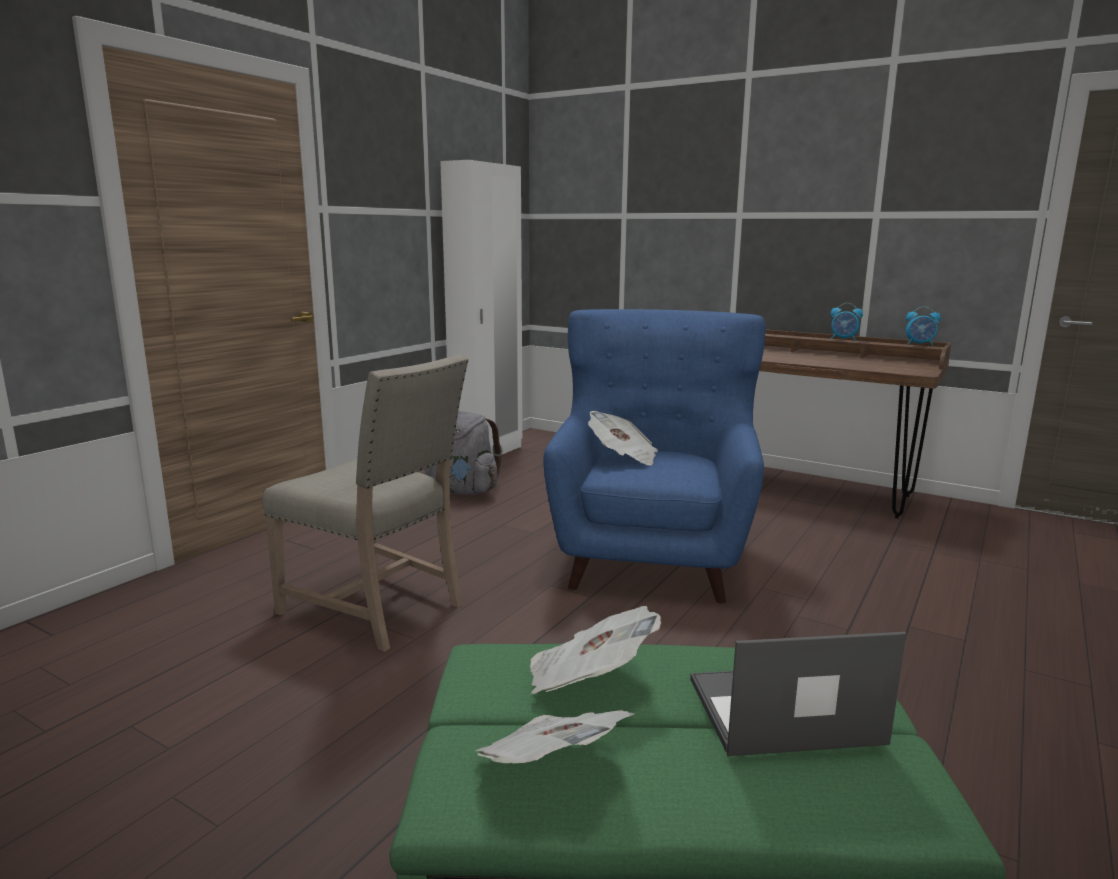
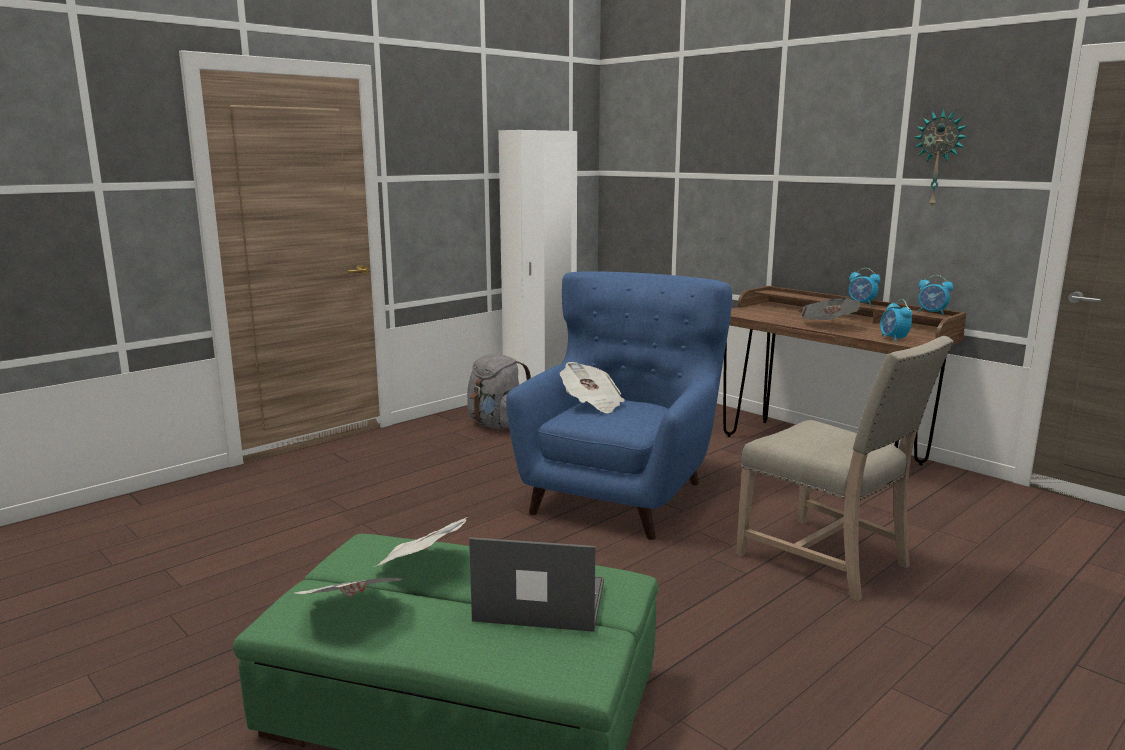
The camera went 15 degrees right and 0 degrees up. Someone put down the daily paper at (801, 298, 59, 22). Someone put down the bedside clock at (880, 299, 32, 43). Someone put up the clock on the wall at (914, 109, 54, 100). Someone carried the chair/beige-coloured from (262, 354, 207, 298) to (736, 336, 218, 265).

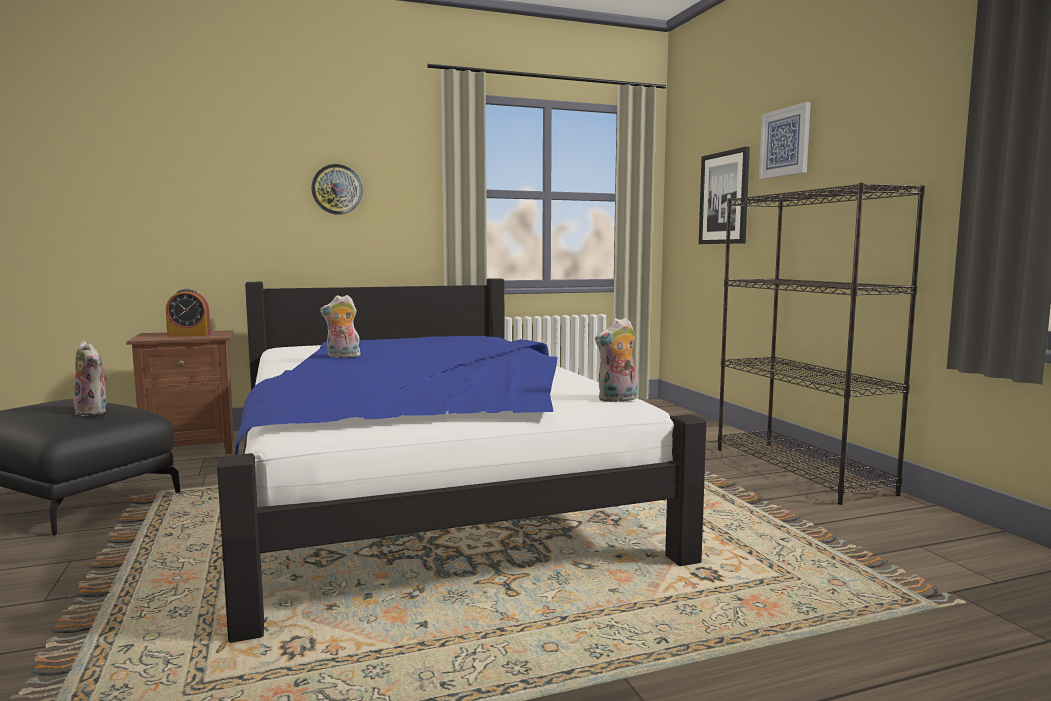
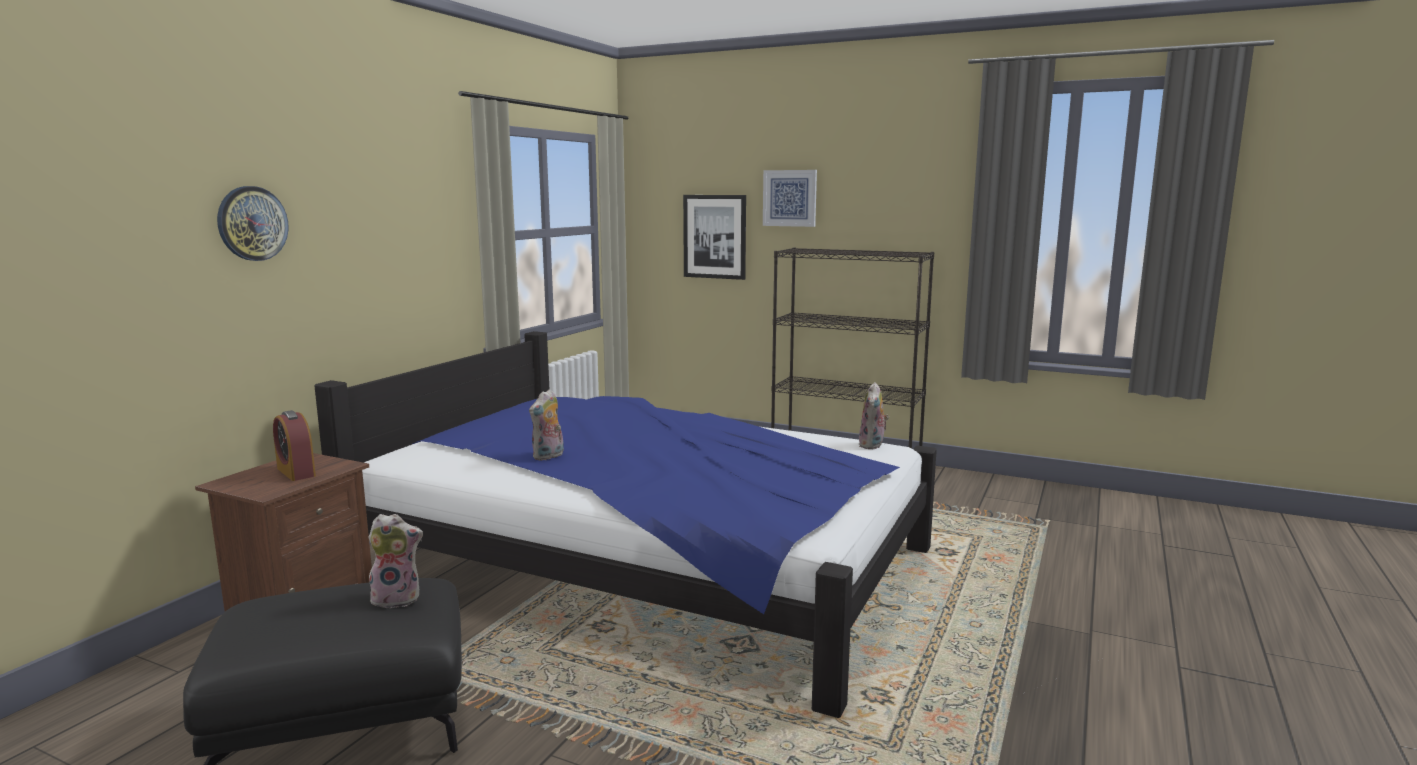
The camera went 45 degrees left and 5 degrees up. Someone carried the clock on the wall from (311, 164, 52, 51) to (217, 186, 71, 75). Someone rotated the bedside clock at (166, 289, 45, 48) by 105 degrees clockwise.

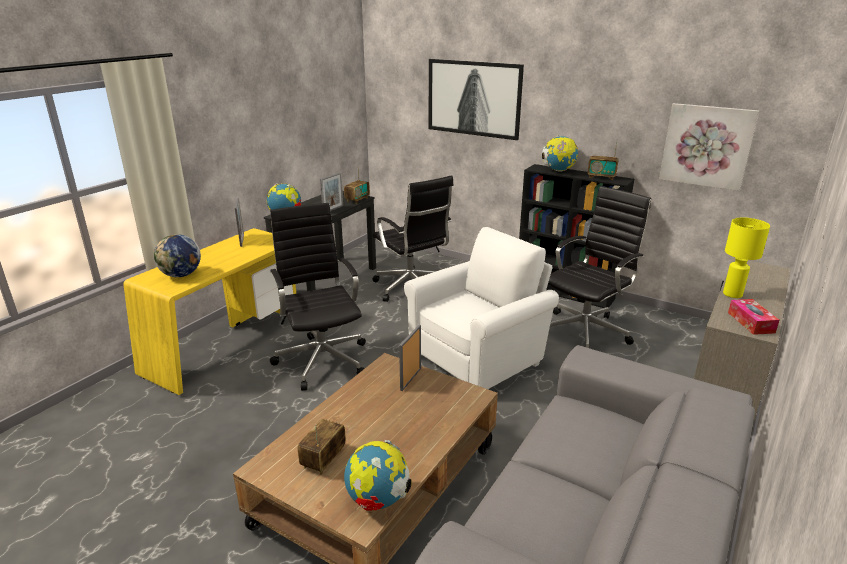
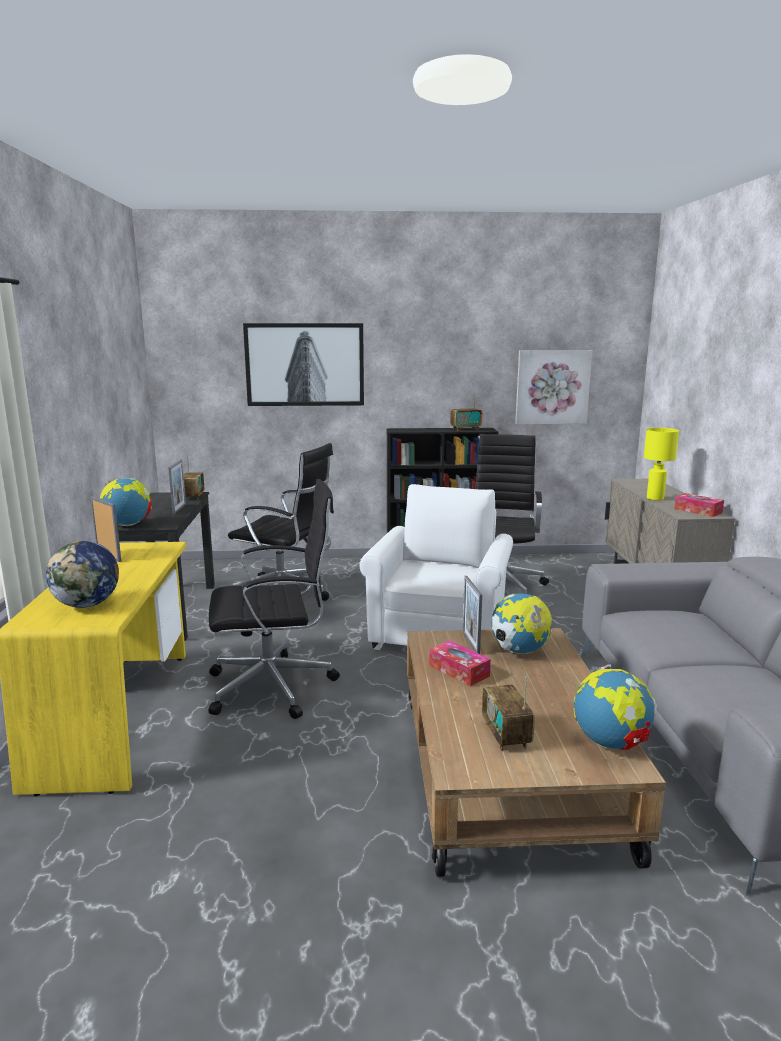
The camera went 35 degrees left and 10 degrees down. Someone put down the tissue box at (429, 640, 62, 46). Someone carried the world globe from (542, 136, 36, 36) to (491, 593, 61, 61). Someone rotated the desk chair/black-coloured at (270, 203, 96, 188) by 135 degrees clockwise.

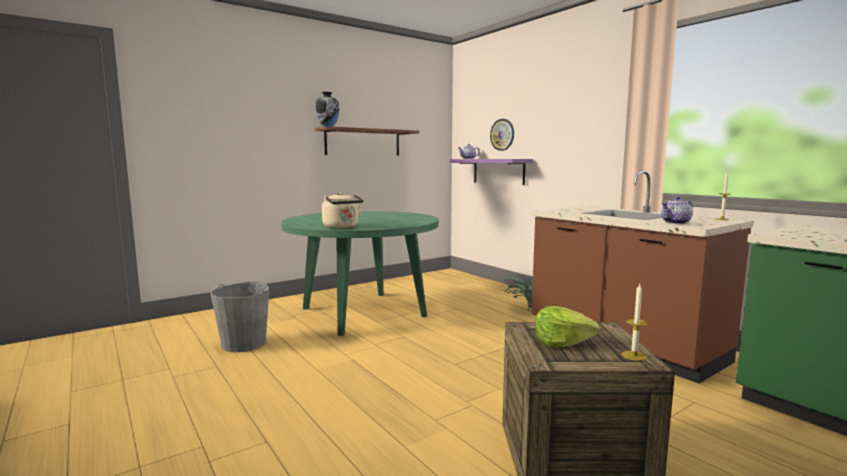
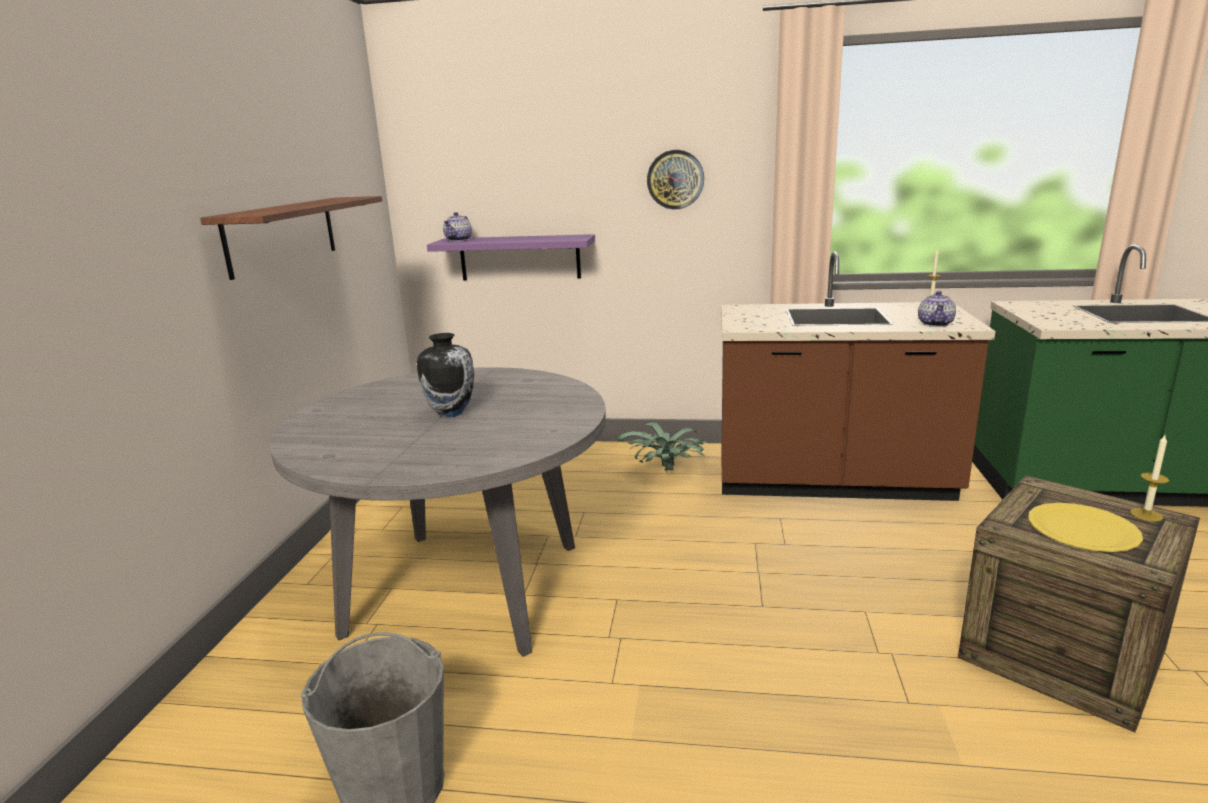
The camera went 45 degrees left and 10 degrees up. Someone took away the kettle/beige-coloured at (322, 192, 42, 37). Someone carried the vase from (316, 92, 23, 35) to (417, 333, 57, 84). Someone carried the clock on the wall from (490, 119, 24, 32) to (647, 150, 57, 59). Someone swapped the head of lettuce at (535, 306, 65, 41) for the plate/yellowish at (1028, 503, 115, 49). Someone repainted the dinner table/green-coloured at (281, 211, 158, 125), which became the dinner table/grey at (270, 367, 336, 290).

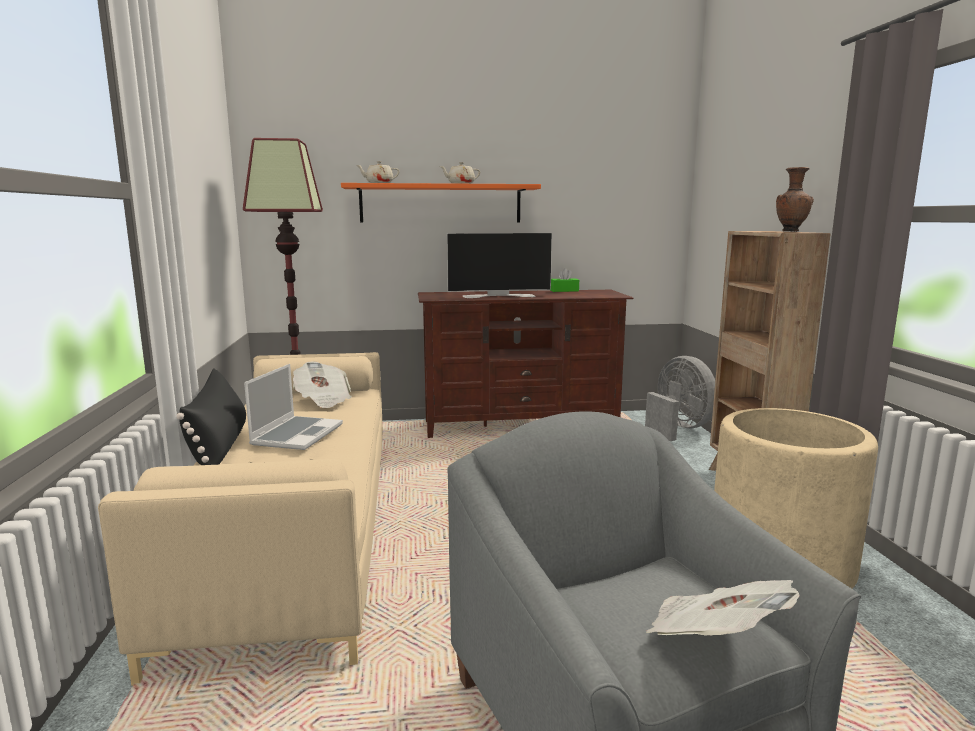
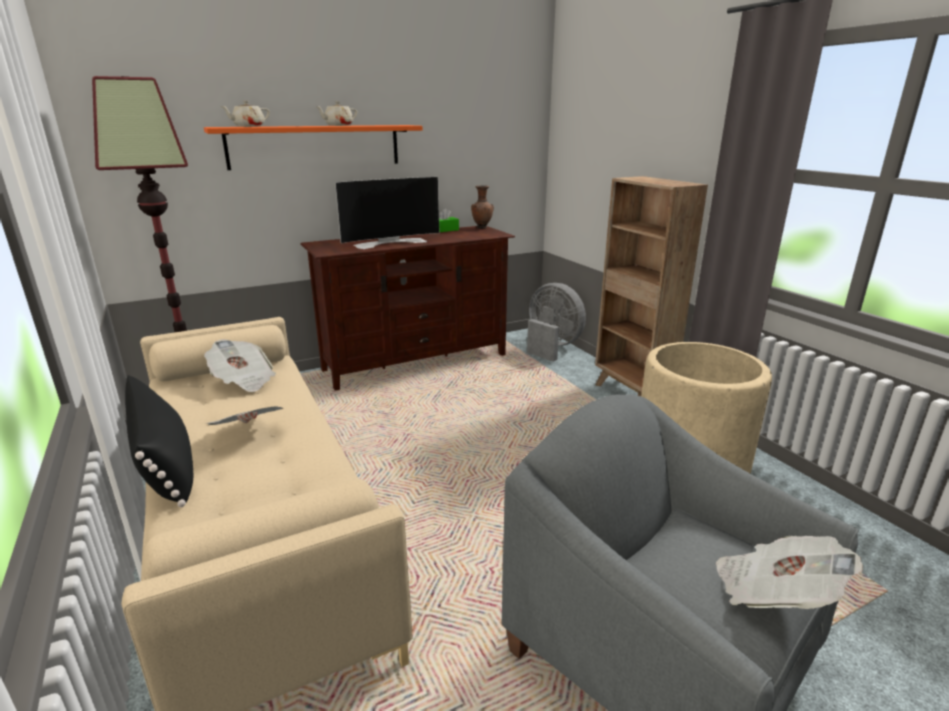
The camera went 20 degrees left and 10 degrees up. Someone carried the vase/brown-coloured from (776, 167, 38, 65) to (471, 185, 23, 44). Someone swapped the notebook computer at (244, 364, 99, 86) for the daily paper at (205, 406, 78, 19).

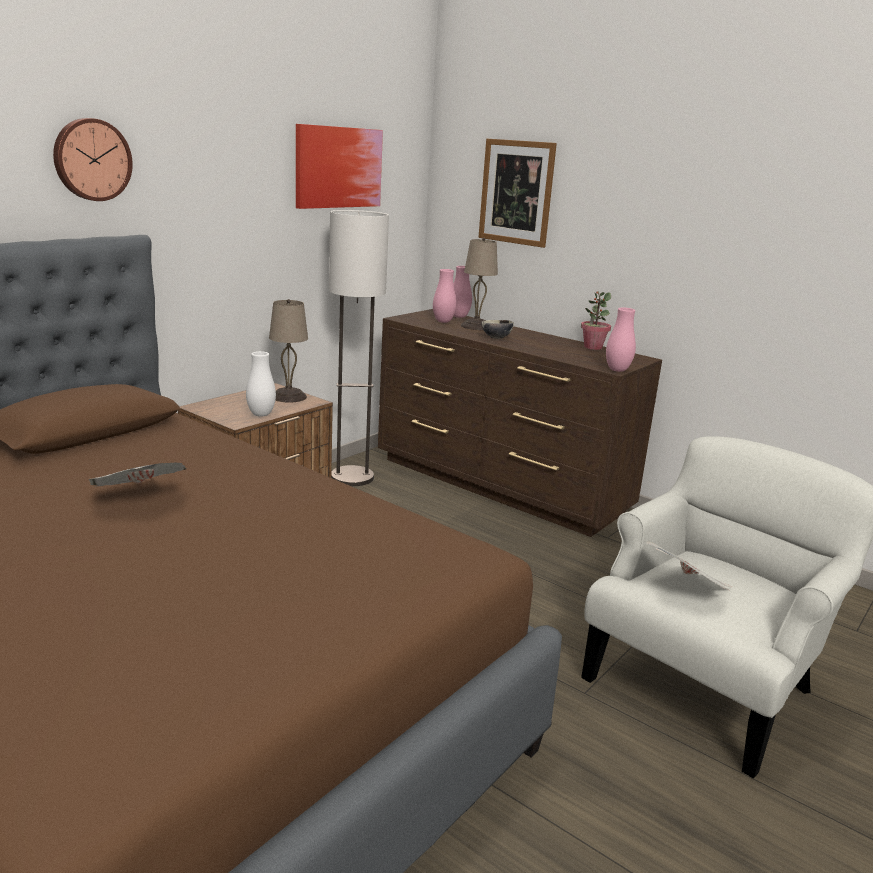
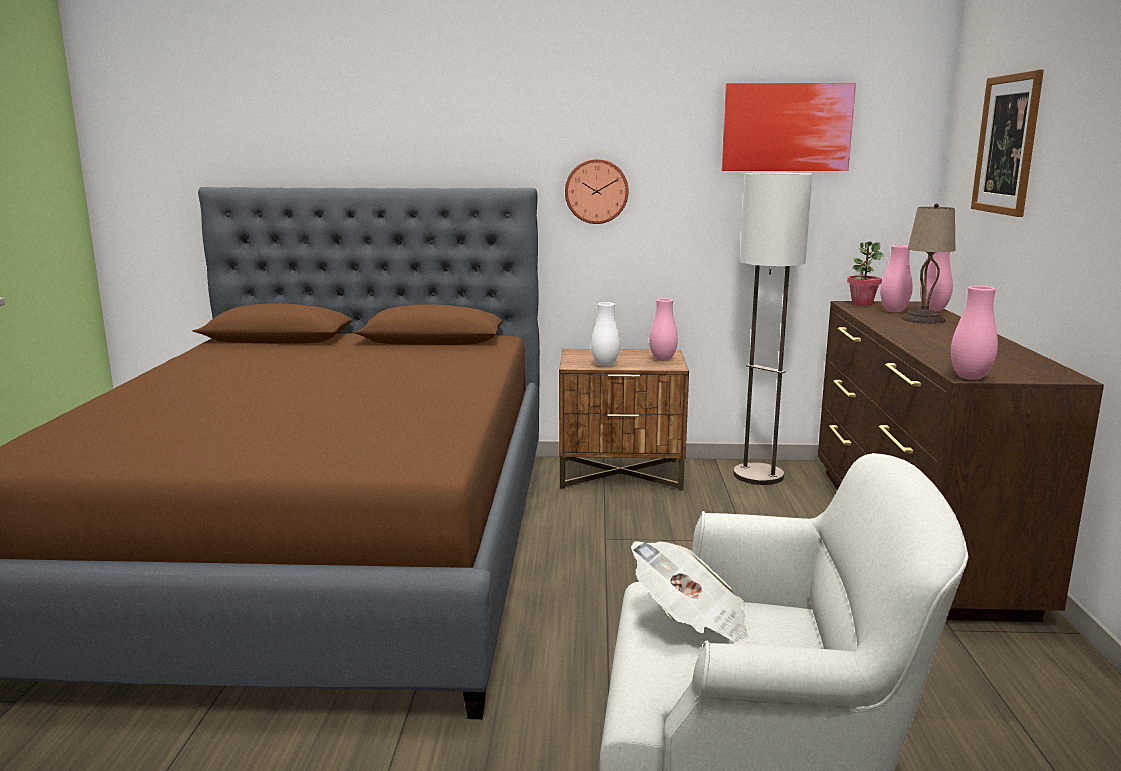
The camera went 55 degrees right and 5 degrees down. Someone took away the daily paper at (88, 463, 98, 23). Someone took away the deep dish at (481, 320, 33, 19). Someone carried the clock on the wall from (53, 118, 80, 83) to (565, 159, 64, 65). Someone carried the houseplant from (581, 291, 30, 59) to (847, 241, 37, 65). Someone swapped the lamp for a table/beige-coloured at (269, 299, 39, 104) for the vase/pinkish at (649, 298, 29, 63).

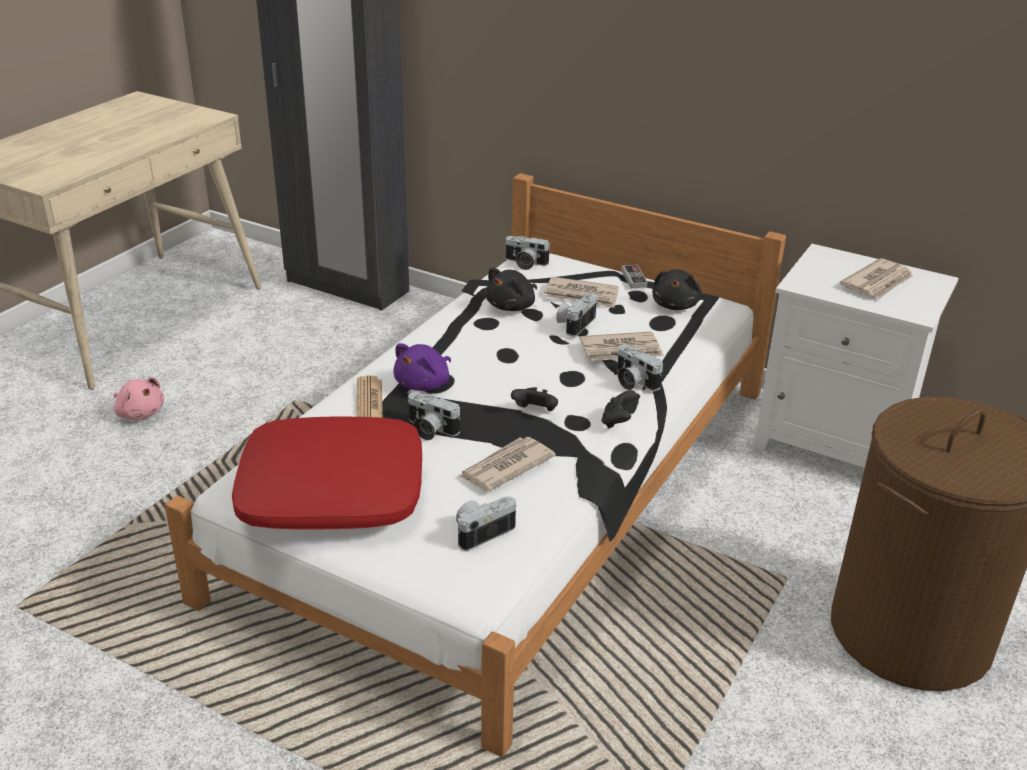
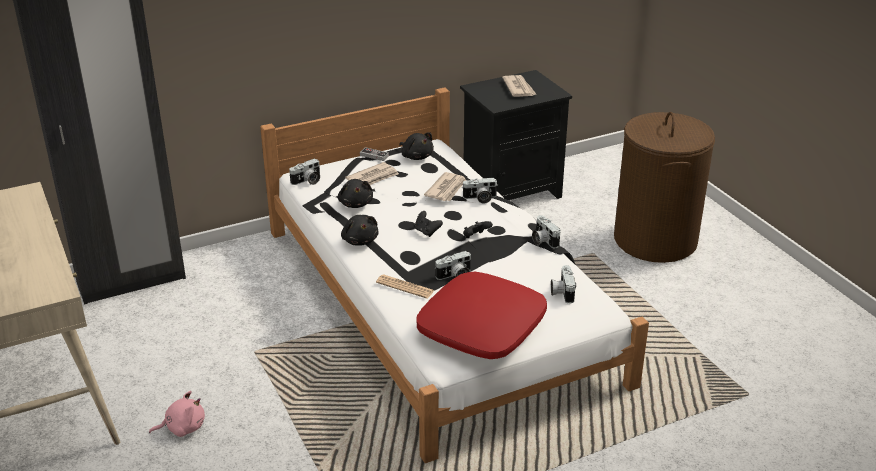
The camera went 55 degrees left and 0 degrees up. Someone took away the soft toy/purplish at (393, 343, 58, 48). Someone took away the daily paper at (459, 437, 97, 54). Someone put down the soft toy/black-coloured at (341, 215, 37, 30). Someone carried the photo camera from (556, 293, 41, 44) to (532, 215, 29, 33). Someone carried the gamepad/black-coloured from (601, 390, 36, 39) to (415, 211, 28, 26). Someone repainted the night table/white at (753, 244, 205, 224), which became the night table/black-coloured at (460, 70, 112, 130).

